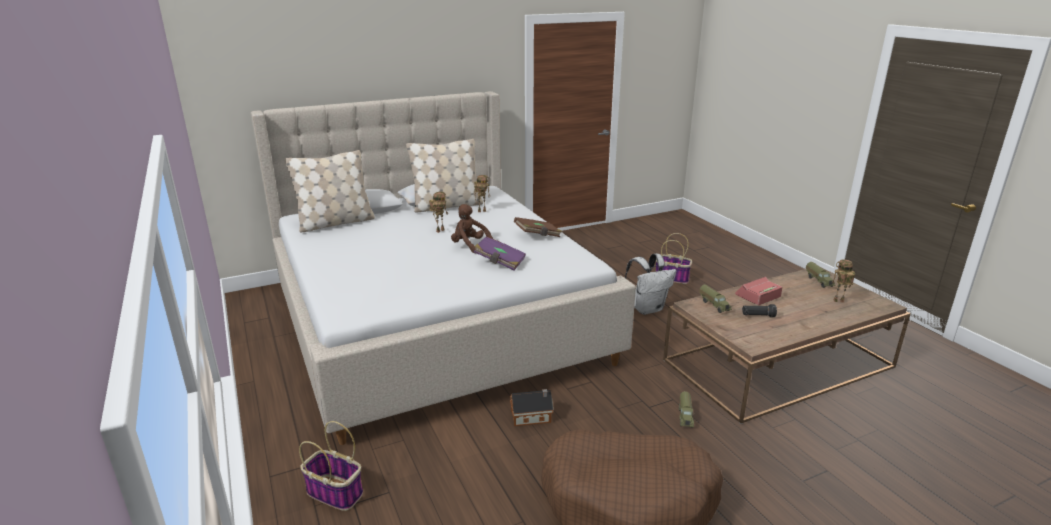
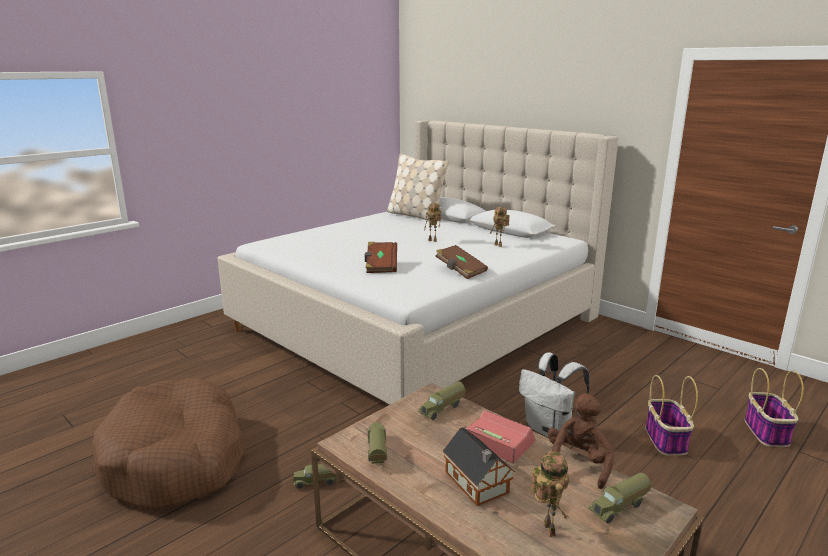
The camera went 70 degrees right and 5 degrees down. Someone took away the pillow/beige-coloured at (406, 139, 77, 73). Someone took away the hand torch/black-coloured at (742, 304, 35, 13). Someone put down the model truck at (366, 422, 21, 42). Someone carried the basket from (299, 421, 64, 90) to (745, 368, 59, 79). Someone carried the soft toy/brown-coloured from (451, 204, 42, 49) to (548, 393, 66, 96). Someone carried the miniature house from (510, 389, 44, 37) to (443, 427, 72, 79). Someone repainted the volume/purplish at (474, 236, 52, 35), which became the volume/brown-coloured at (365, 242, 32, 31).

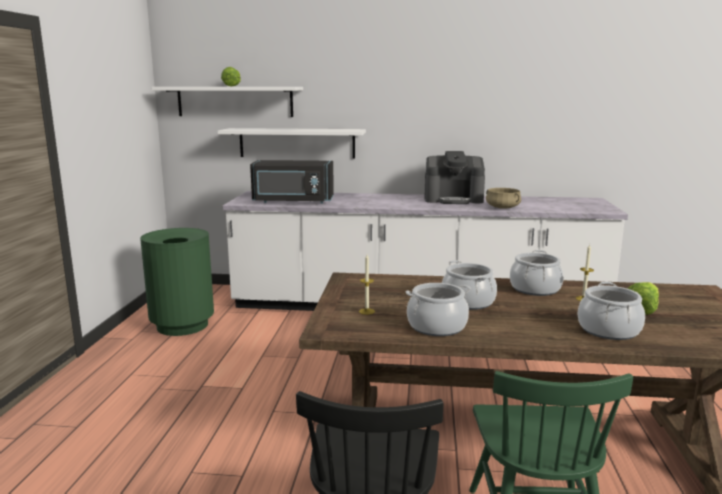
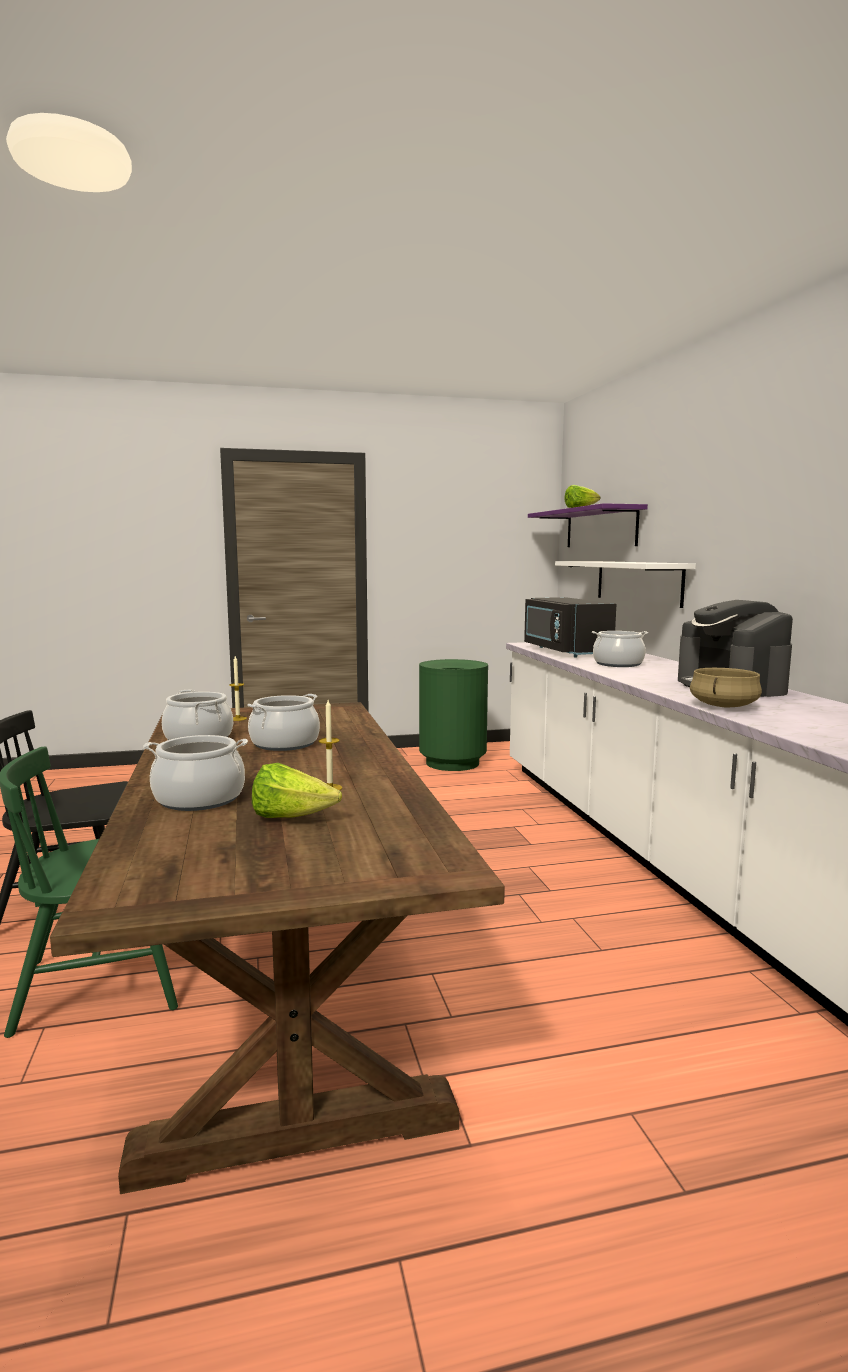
The camera went 70 degrees right and 5 degrees down. Someone carried the stockpot from (510, 250, 54, 46) to (592, 631, 56, 36). Someone repainted the bracket shelf/white at (152, 87, 151, 30), which became the bracket shelf/purplish at (528, 503, 120, 44).

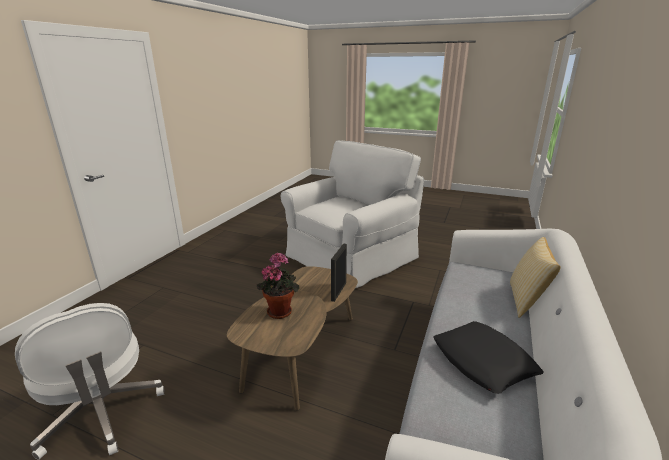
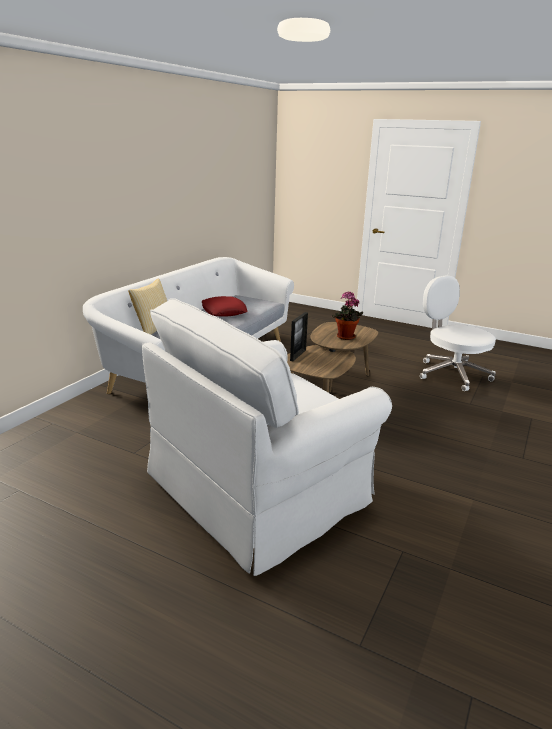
The camera went 175 degrees left and 0 degrees up. Someone repainted the pillow/black-coloured at (433, 321, 111, 73), which became the pillow/red-coloured at (202, 296, 45, 21).

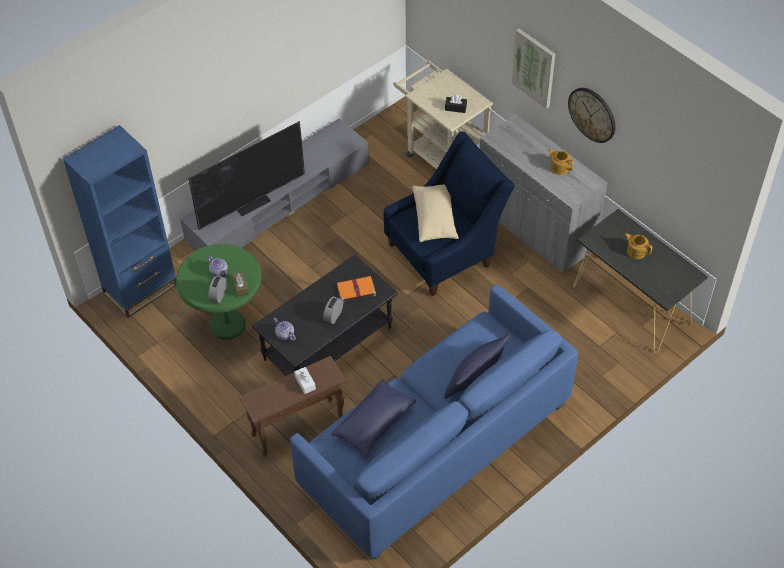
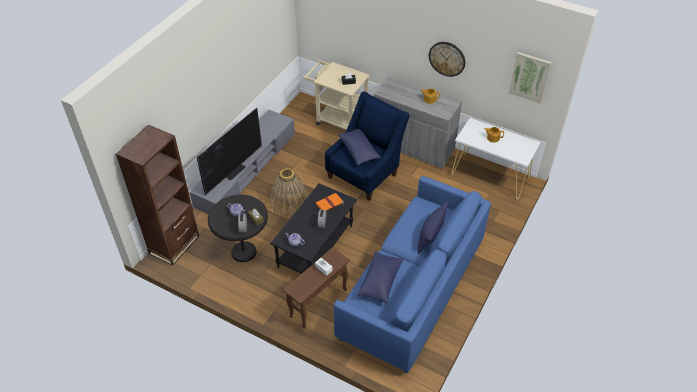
The camera went 20 degrees left and 5 degrees down. Someone put down the basket at (271, 168, 37, 49). Someone carried the wall picture from (512, 28, 43, 81) to (508, 52, 43, 51). Someone repainted the bookcase/bluish at (63, 125, 113, 193), which became the bookcase/brown-coloured at (116, 125, 83, 141). Someone repainted the accent table/green-coloured at (176, 244, 86, 96), which became the accent table/black-coloured at (208, 195, 60, 67). Someone repainted the pillow/beige-coloured at (413, 184, 46, 58), which became the pillow/bluish at (338, 129, 43, 36). Someone repainted the narrow table/black-coloured at (574, 209, 134, 144), which became the narrow table/white at (452, 118, 89, 81).

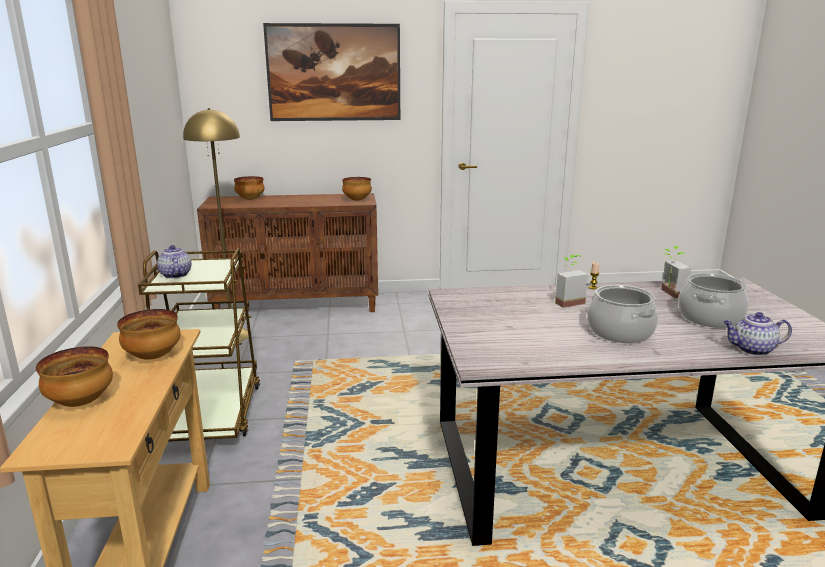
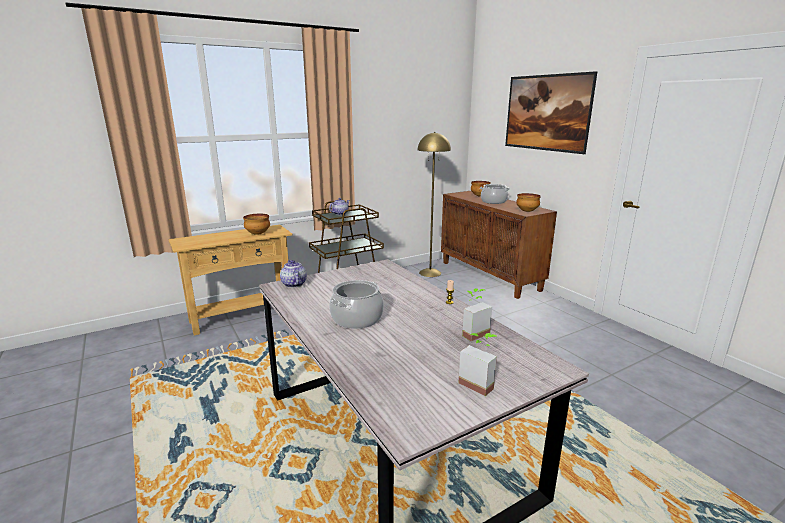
The camera went 65 degrees right and 0 degrees up. Someone took away the deep dish at (36, 346, 77, 61). Someone carried the houseplant from (555, 255, 33, 53) to (459, 333, 39, 63). Someone carried the stockpot from (678, 273, 71, 55) to (480, 184, 30, 20). Someone carried the teapot from (724, 312, 68, 44) to (280, 260, 27, 28).

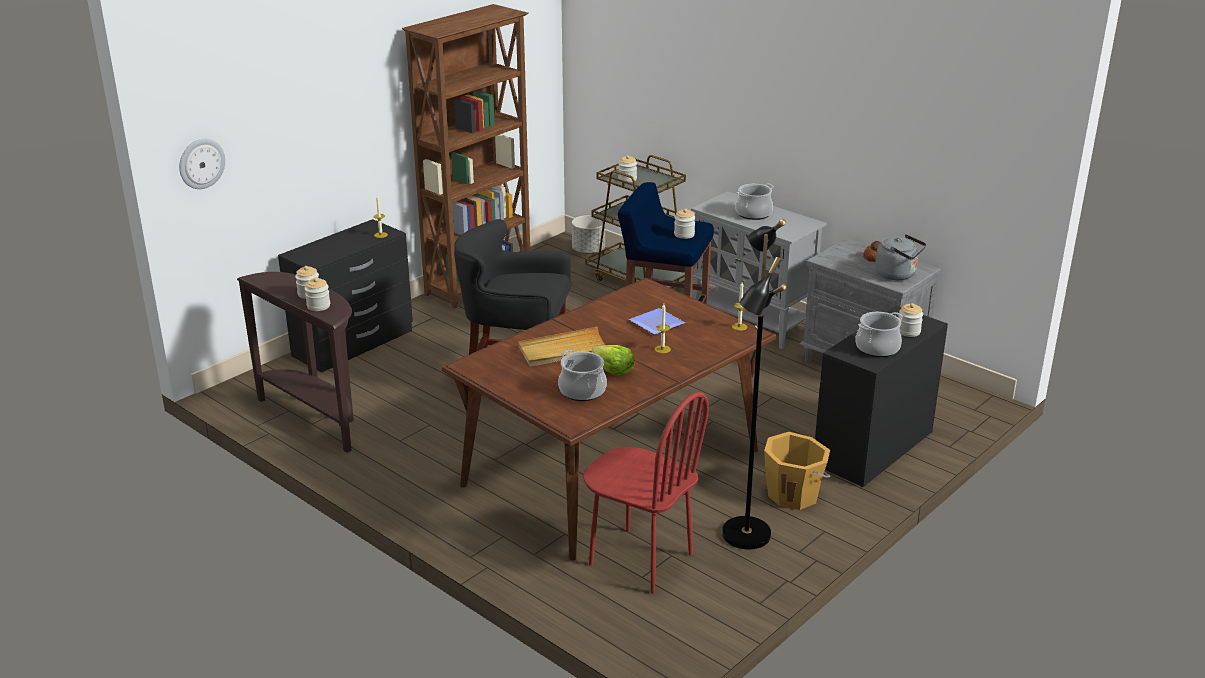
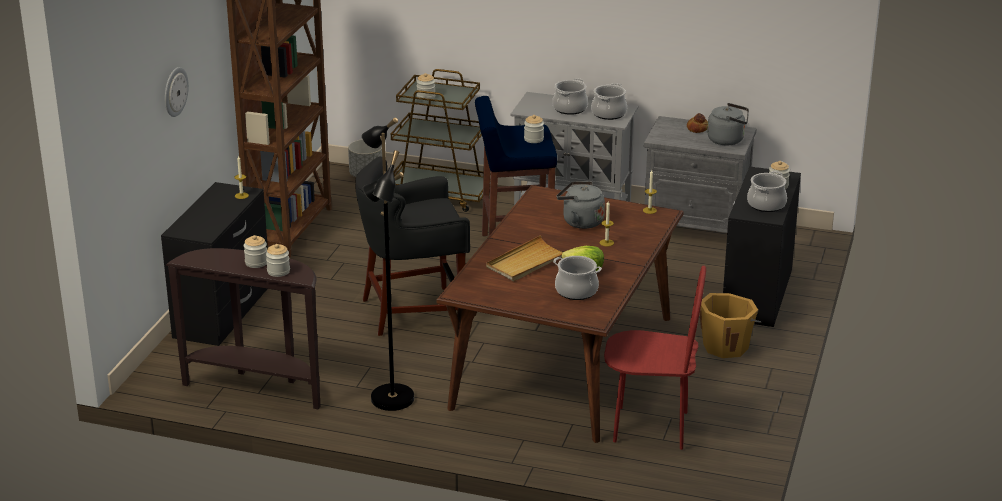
The camera went 25 degrees left and 0 degrees up. Someone put down the stockpot at (591, 83, 36, 37). Someone carried the clock on the wall from (179, 139, 46, 50) to (165, 67, 24, 50). Someone carried the floor lamp/black-coloured from (722, 219, 65, 330) to (362, 118, 52, 293). Someone swapped the plate at (629, 308, 56, 27) for the kettle/grey at (557, 181, 48, 48).

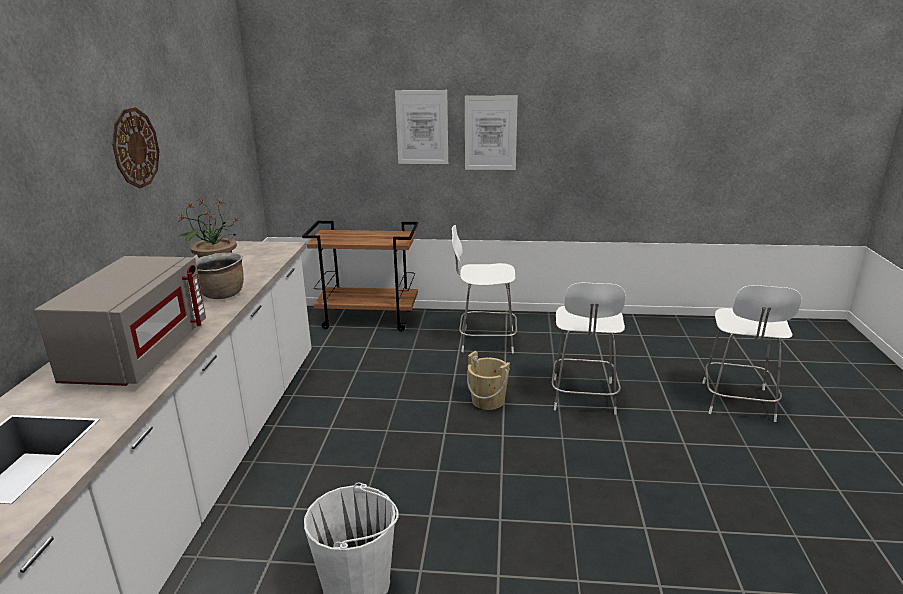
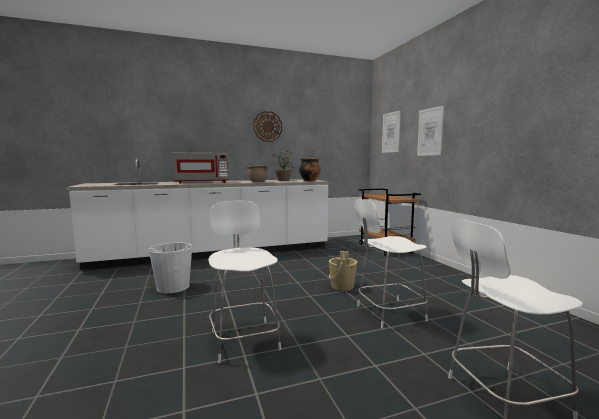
The camera went 65 degrees right and 15 degrees down. Someone put down the stockpot at (299, 158, 22, 24). Someone carried the stool/white from (452, 225, 65, 129) to (208, 200, 73, 163). Someone carried the wall picture from (465, 96, 53, 74) to (382, 110, 19, 43).

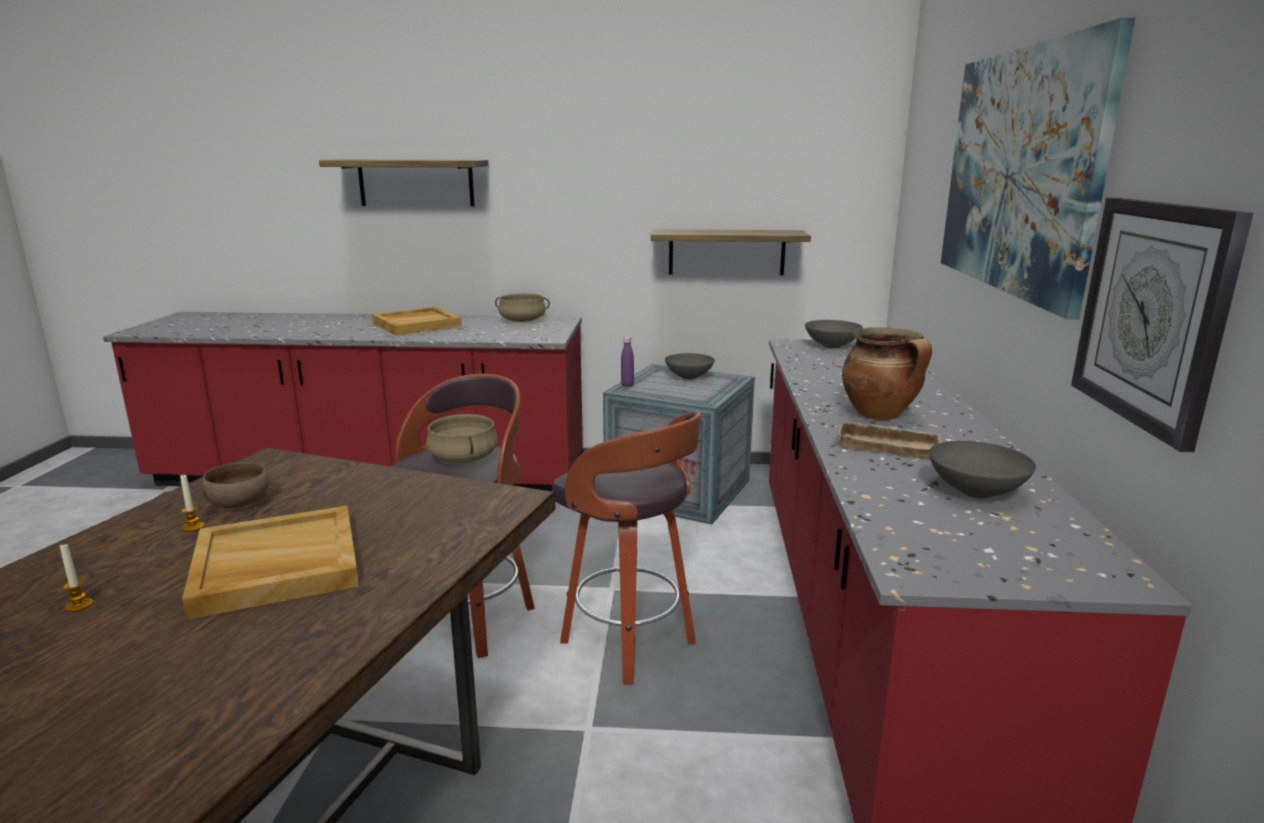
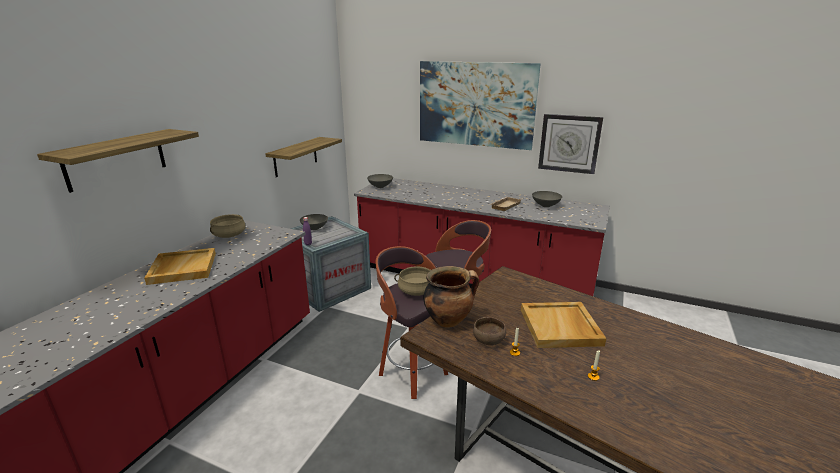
The camera went 70 degrees left and 5 degrees up. Someone carried the stockpot from (842, 327, 90, 93) to (423, 266, 56, 62).

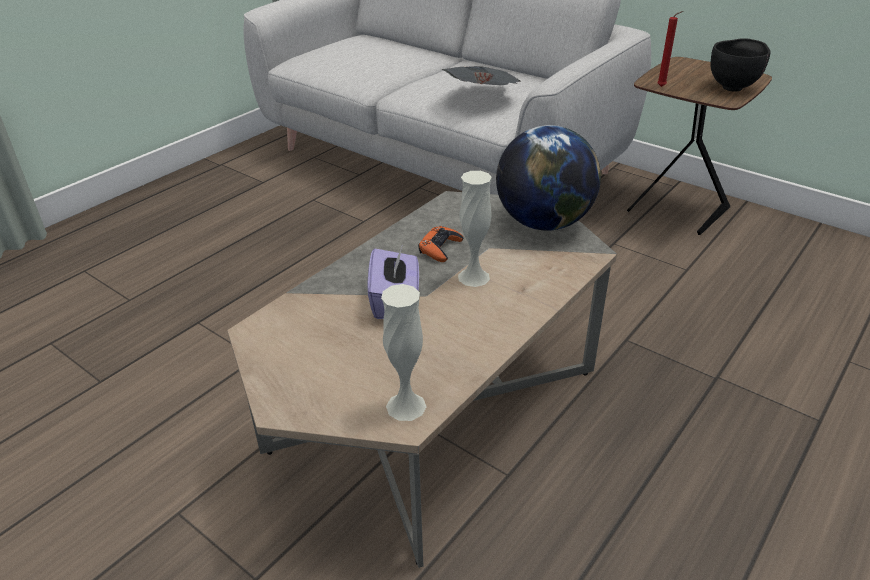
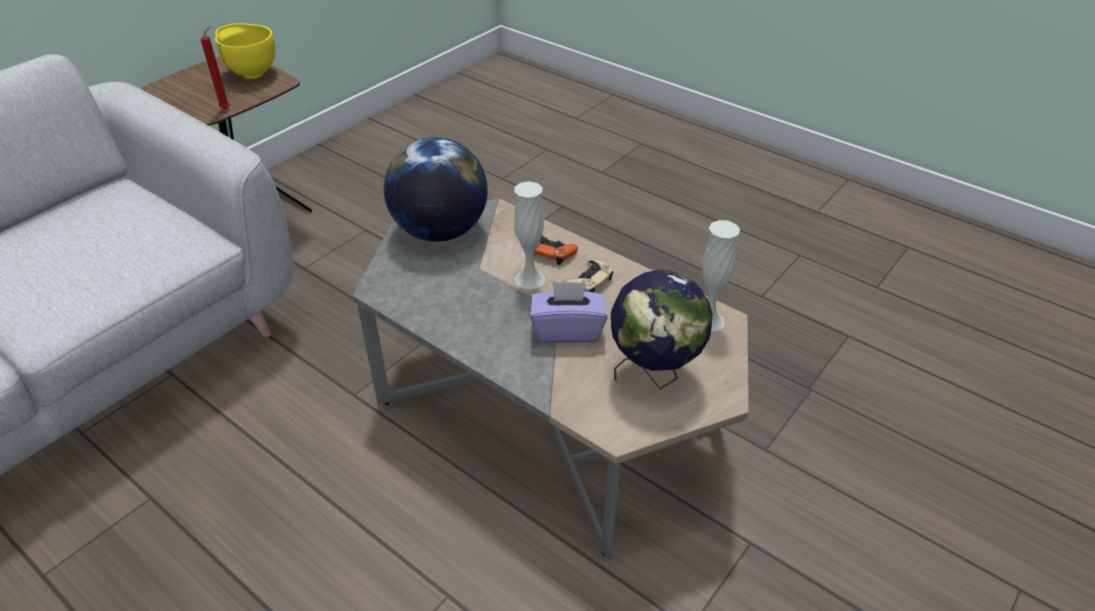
The camera went 90 degrees left and 5 degrees up. Someone took away the daily paper at (441, 66, 79, 19). Someone put down the gamepad/beige-coloured at (564, 260, 49, 32). Someone put down the world globe at (611, 270, 102, 119). Someone carried the gamepad/orange-coloured from (418, 226, 46, 36) to (534, 236, 44, 29). Someone repainted the deep dish/black-coloured at (710, 38, 61, 54), which became the deep dish/yellowish at (215, 23, 61, 56).

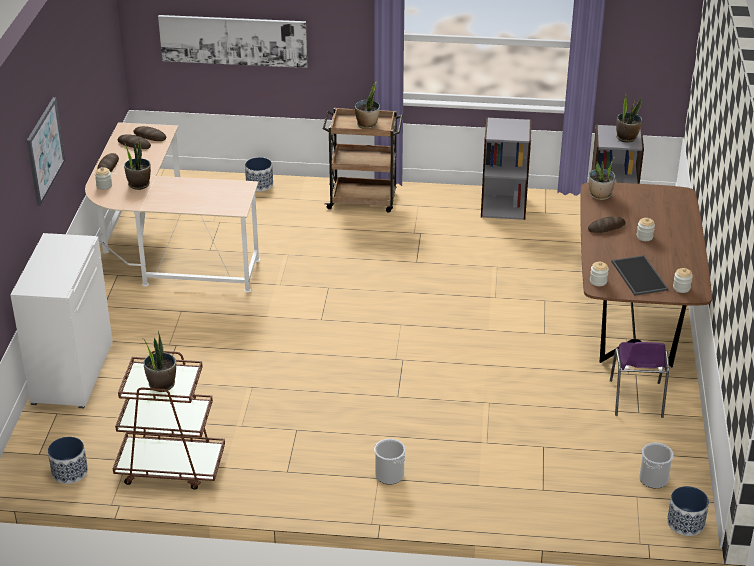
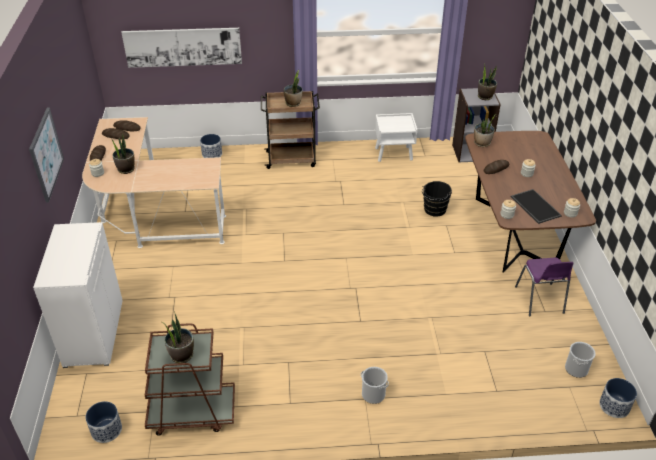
The camera went 10 degrees left and 5 degrees up. Someone put down the bucket/black-coloured at (422, 181, 30, 35). Someone swapped the bookcase/grey at (481, 117, 51, 103) for the night table/white at (375, 113, 42, 49).

